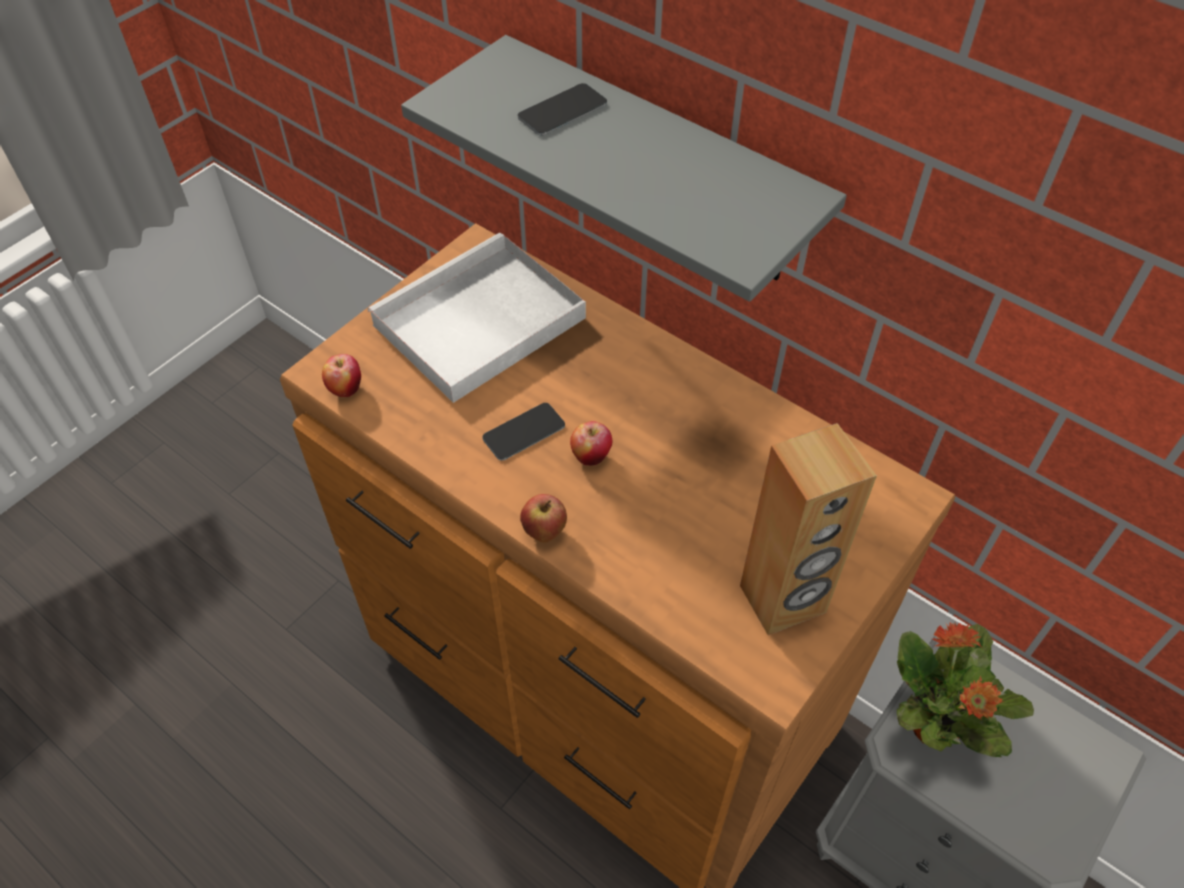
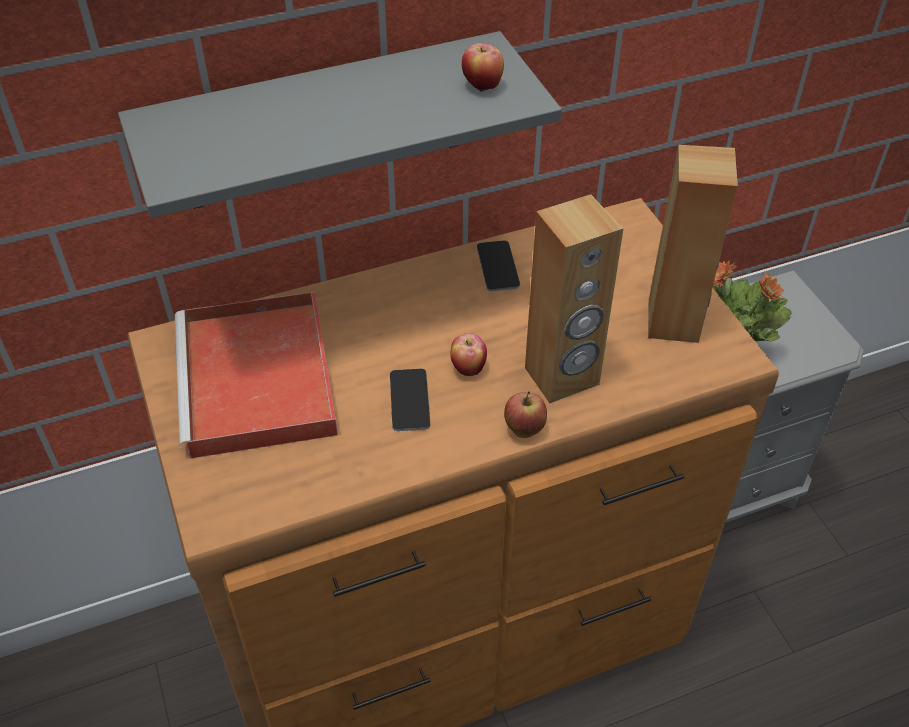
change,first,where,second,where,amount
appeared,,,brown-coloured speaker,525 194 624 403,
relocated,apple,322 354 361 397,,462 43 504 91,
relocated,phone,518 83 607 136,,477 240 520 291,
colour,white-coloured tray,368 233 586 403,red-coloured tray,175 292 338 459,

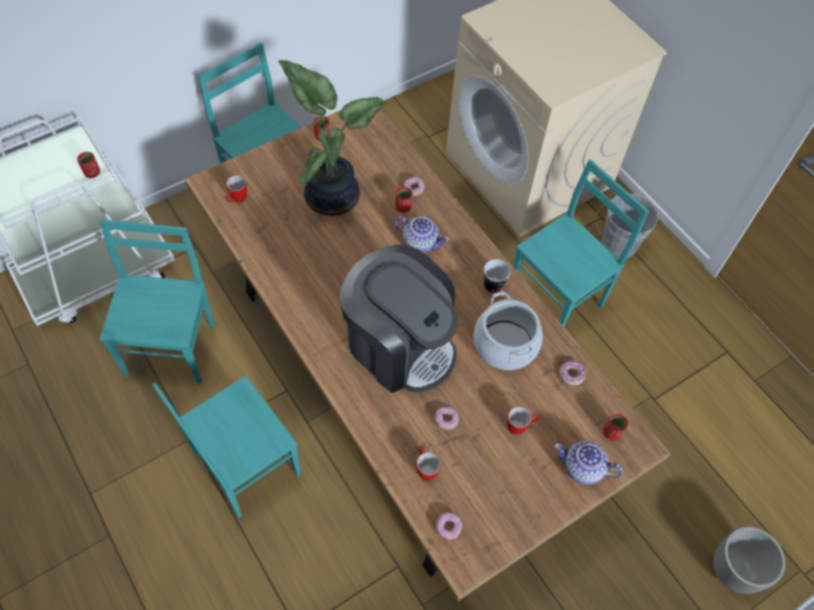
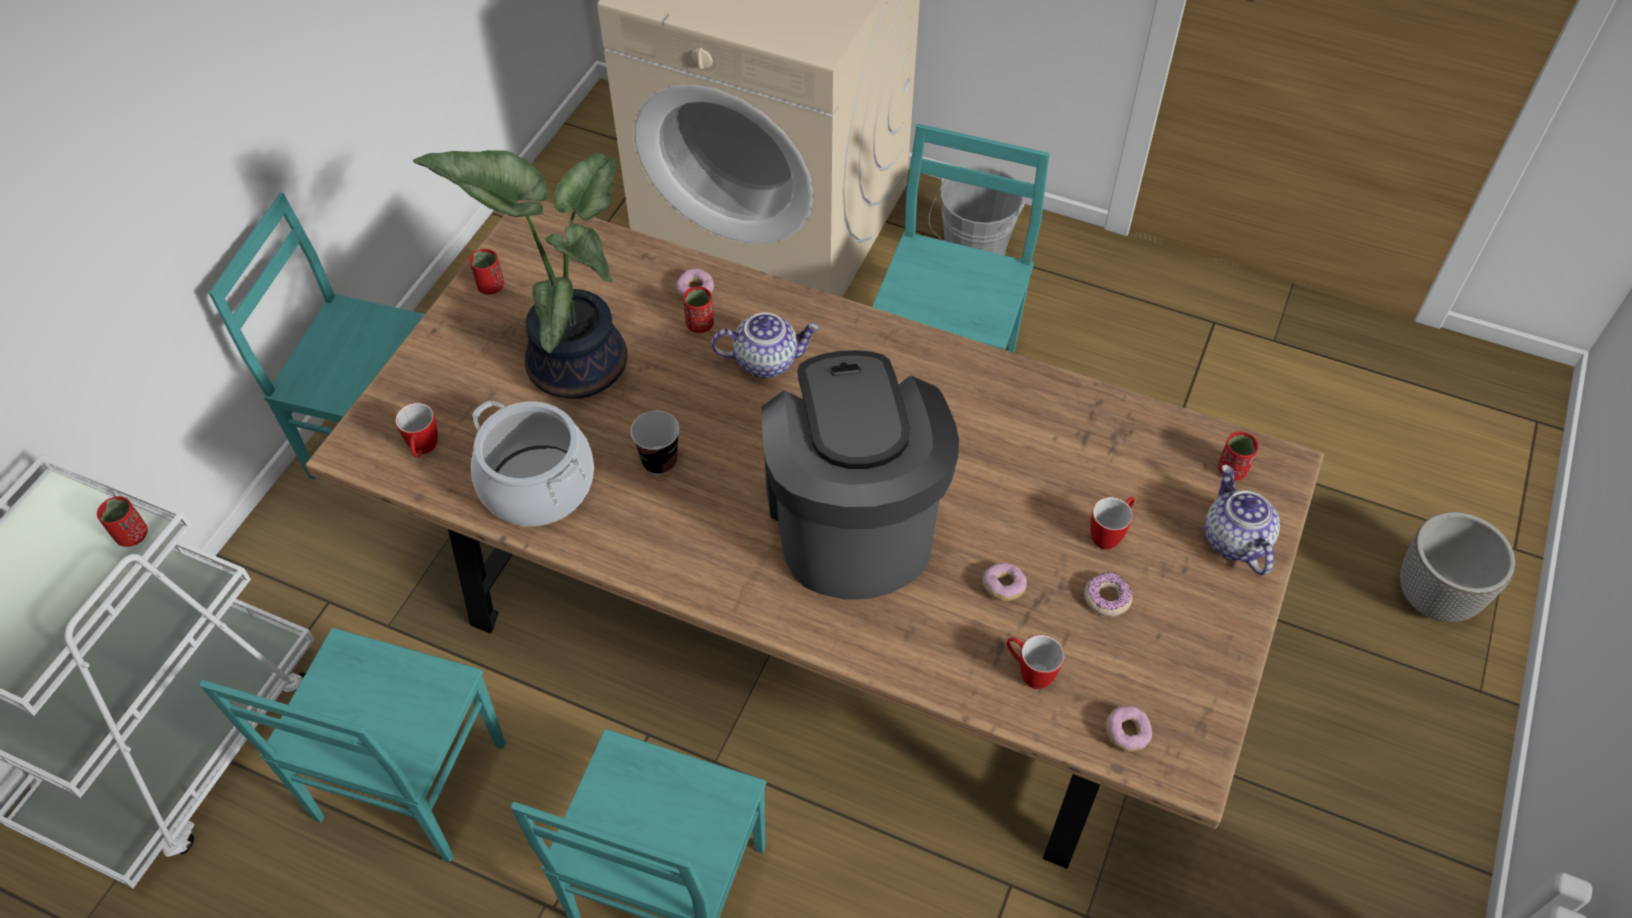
change,first,where,second,where,amount
relocated,saucepot,474 292 543 370,,471 401 594 526,
relocated,small cup,484 259 511 294,,631 411 680 475,
relocated,ring doughnut,559 361 586 385,,1084 572 1133 617,
spun,blue-green upright chair,99 220 215 384,,199 628 506 862,135 degrees counterclockwise
spun,coffee machine,339 244 458 393,,761 350 959 600,105 degrees counterclockwise
spun,tea pot,555 441 623 485,,1204 465 1280 575,90 degrees clockwise

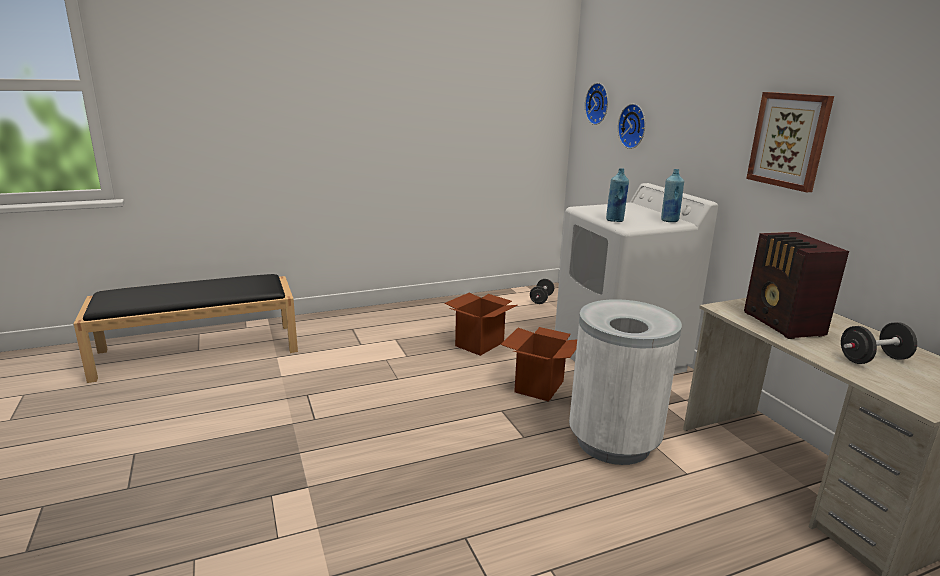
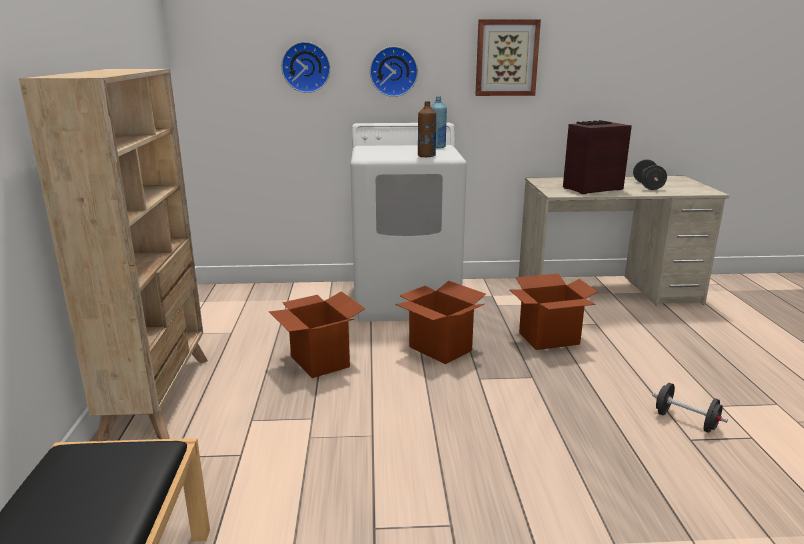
change,first,where,second,where,amount
appeared,,,sand-coloured bookcase,19 69 208 441,
relocated,black dumbbell,530 279 554 304,,652 383 728 433,
relocated,wall clock,585 83 608 125,,370 46 418 97,
exchanged,white-coloured waste bin,569 299 682 465,carton,509 273 598 350,
colour,blue bottle,606 168 629 222,brown-coloured bottle,418 101 436 157,
spun,radio,744 232 849 339,,563 120 632 194,150 degrees clockwise

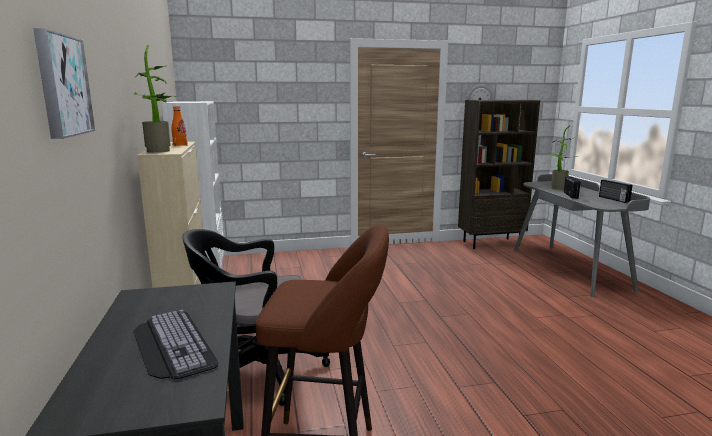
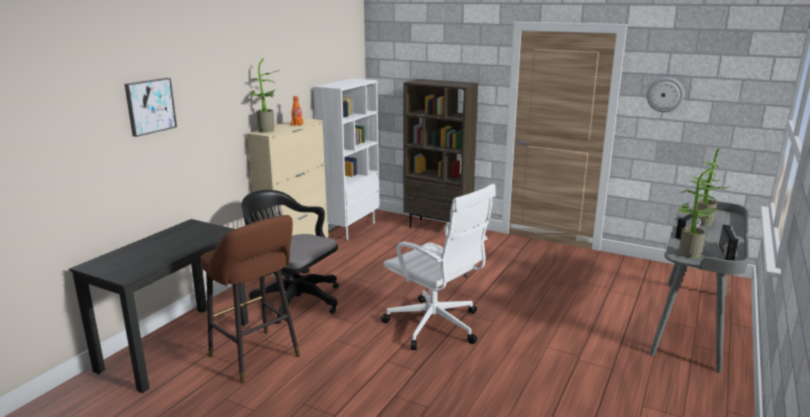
change,first,where,second,where,amount
missing,computer keyboard,133 309 219 380,,,
appeared,,,white-coloured computer chair,381 184 496 350,
appeared,,,plant in a pot,679 168 730 258,
relocated,brown-coloured bookcase,458 100 540 249,,404 79 478 228,

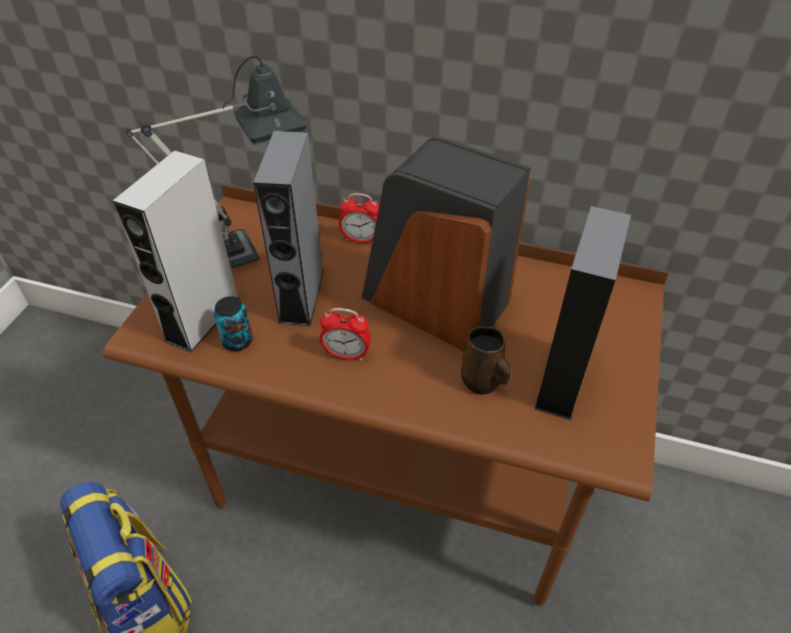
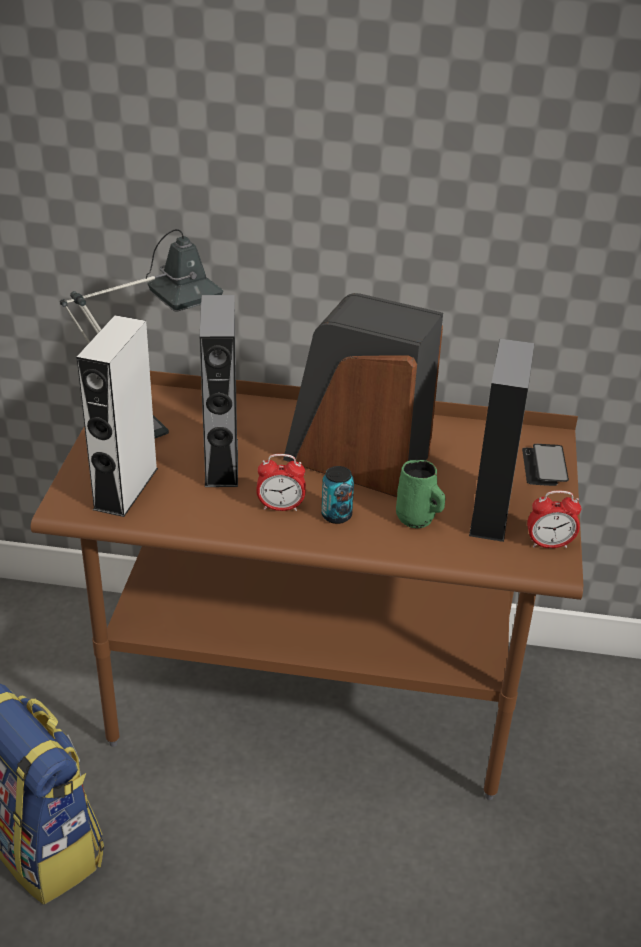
change,first,where,second,where,amount
appeared,,,phone,522 444 569 486,
relocated,metal can,214 296 253 351,,321 466 354 524,
relocated,table clock,339 193 379 243,,527 491 581 548,
colour,brown-coloured coffee mug,461 326 511 395,greenish coffee mug,396 460 445 528,

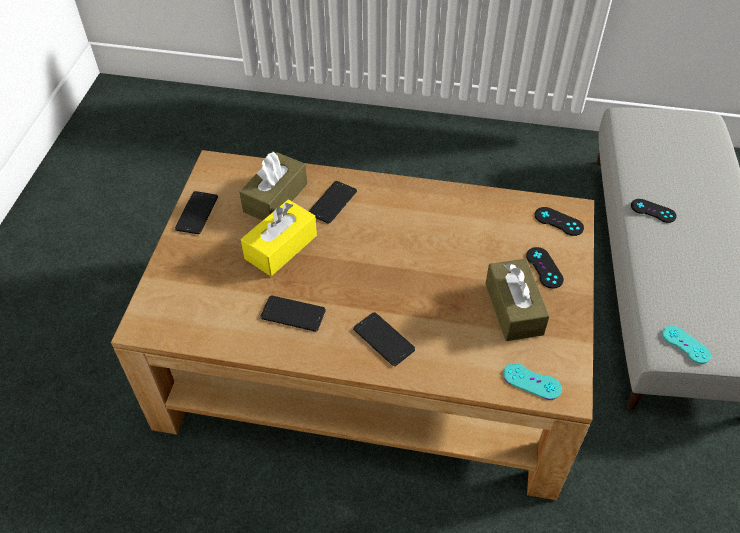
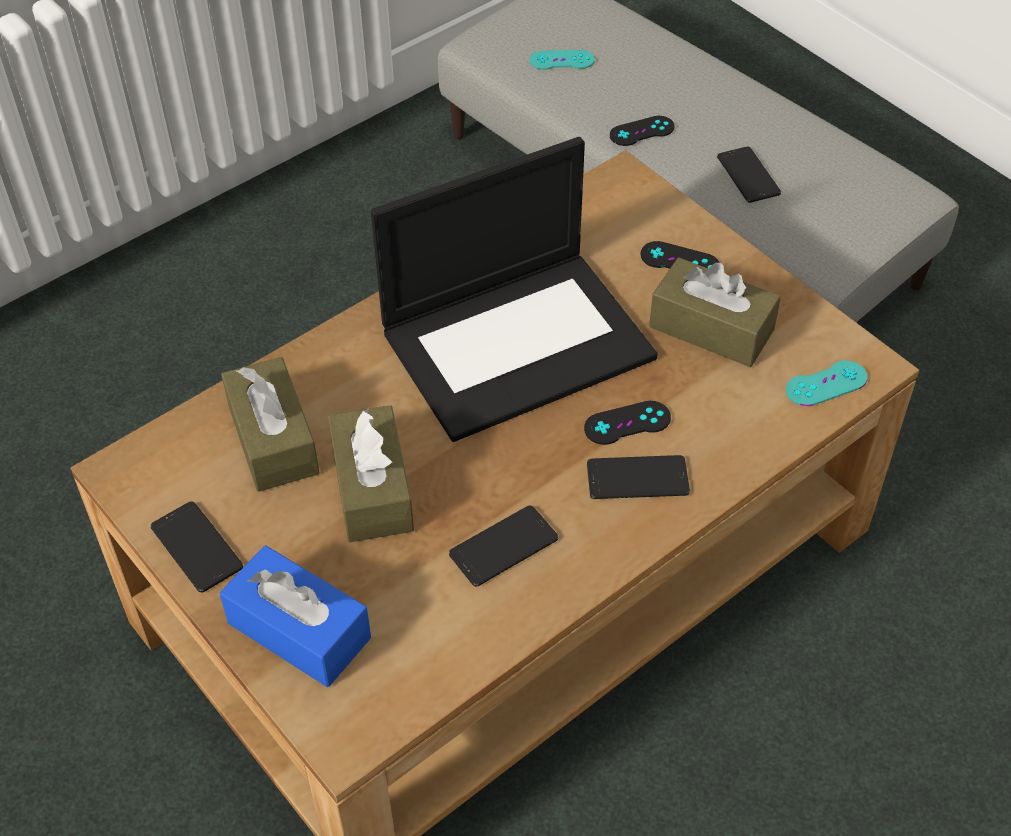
change,first,where,second,where,amount
appeared,,,blue tissue holder,220 545 371 687,
appeared,,,portable computer,371 137 658 442,
relocated,phone,309 181 357 224,,717 146 781 203,
relocated,black game controller,535 207 584 236,,584 401 671 445,
relocated,blue-green game controller,662 326 711 364,,530 50 595 70,
colour,yellow tissue holder,241 200 317 276,brown-coloured tissue holder,328 405 414 542,

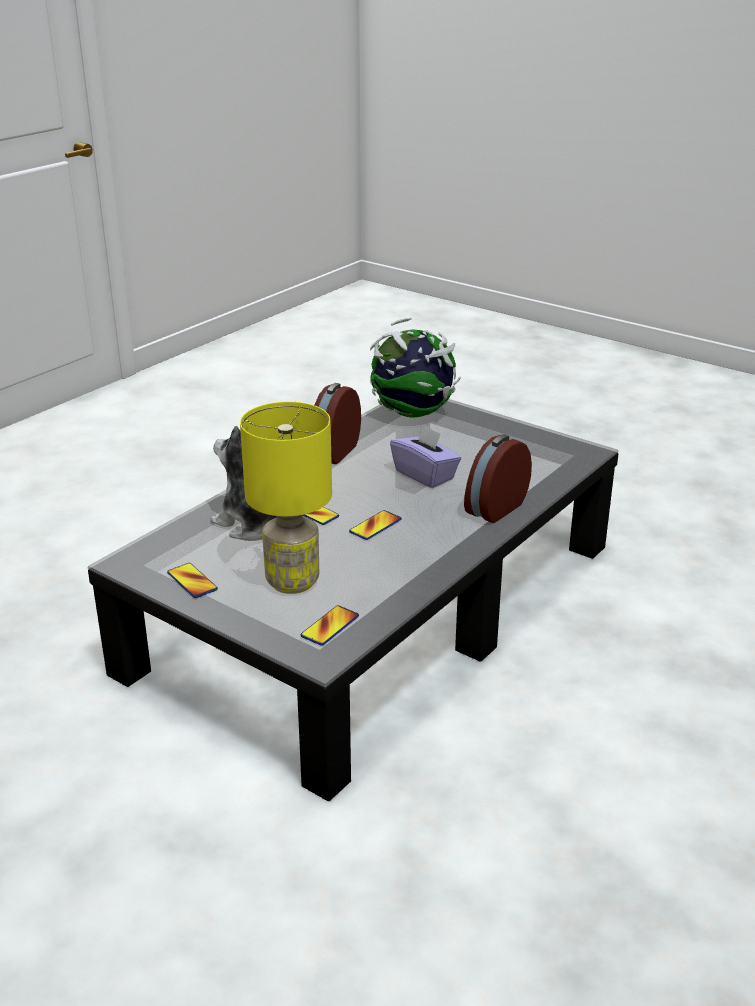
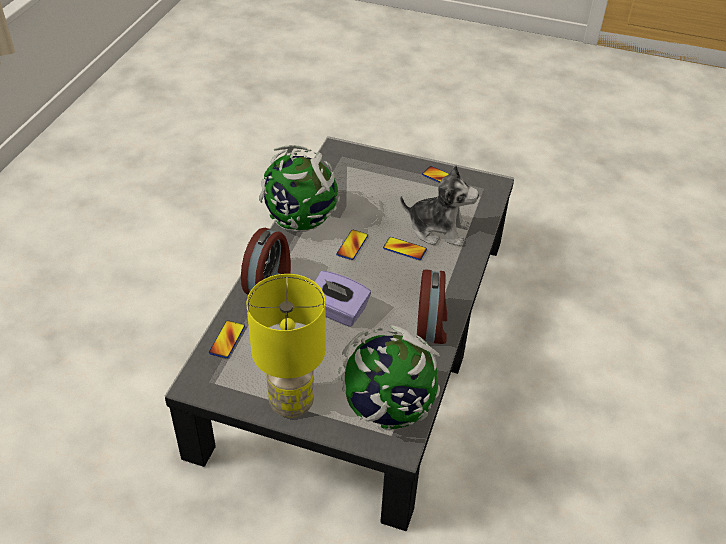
change,first,where,second,where,amount
appeared,,,globe,259 145 340 232,
relocated,yellow tabletop lamp,240 402 332 594,,247 274 326 417,
relocated,phone,301 605 359 646,,209 320 245 358,

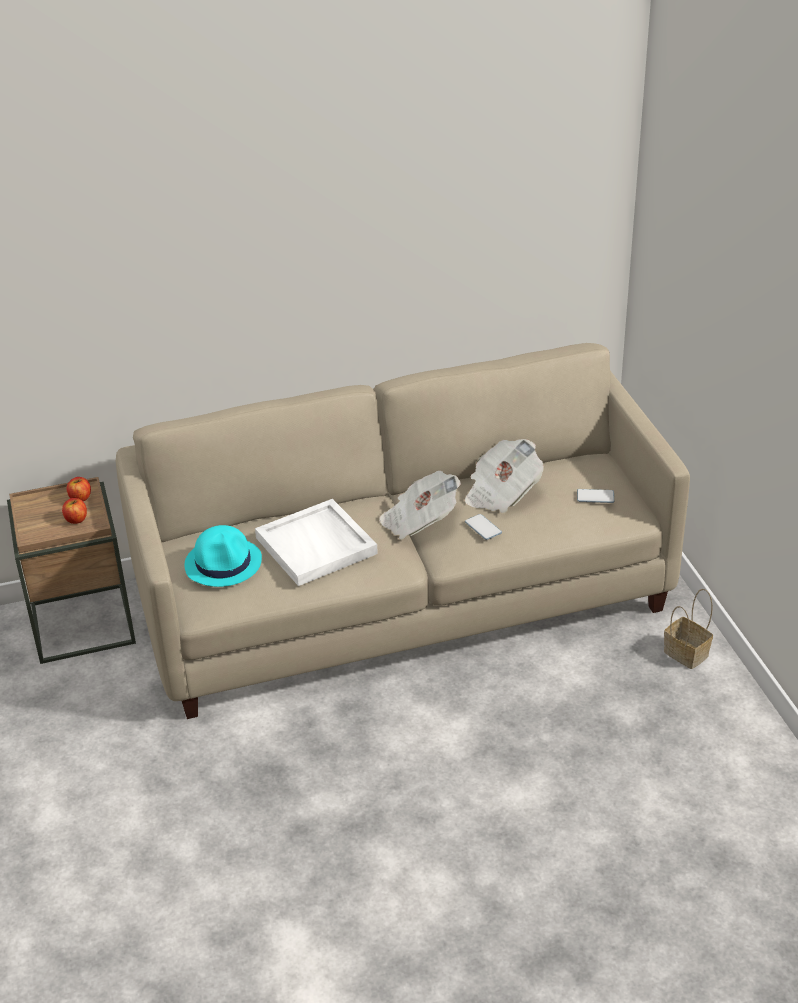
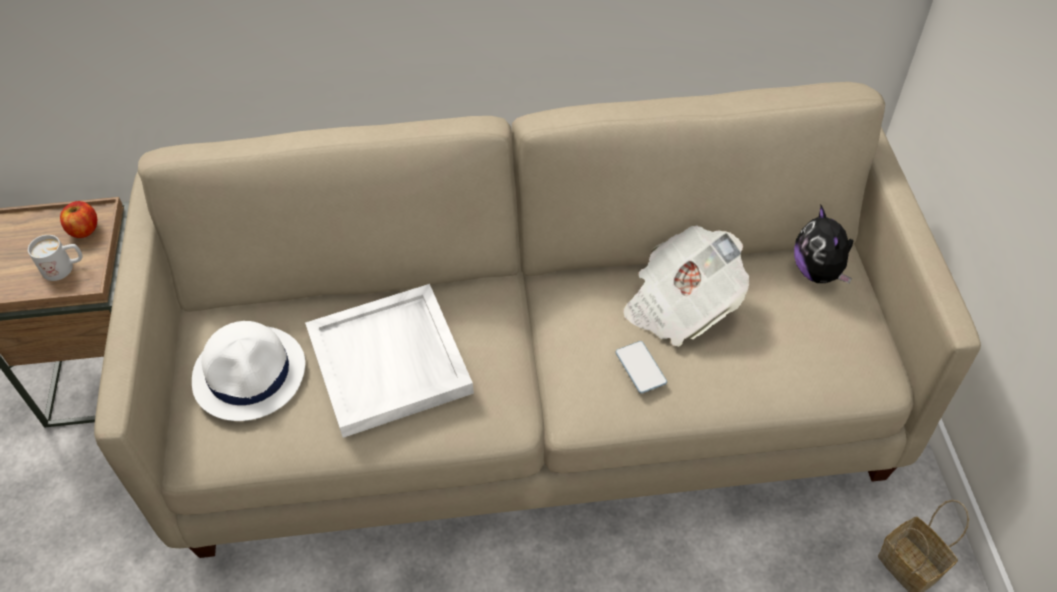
change,first,where,second,where,amount
missing,newspaper,379 471 461 540,,,
missing,phone,577 489 614 503,,,
appeared,,,cuddly toy,794 205 853 283,
exchanged,apple,62 498 87 524,white-coloured coffee mug,28 235 83 281,
colour,blue-green wearable hat,185 525 262 587,white-coloured wearable hat,192 321 305 421,

